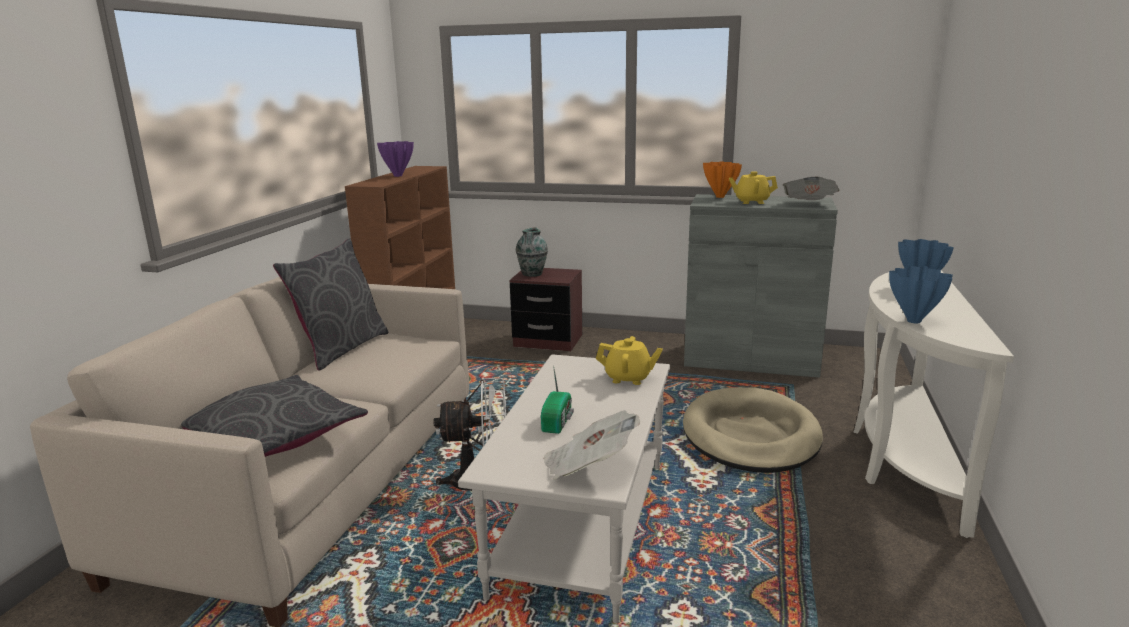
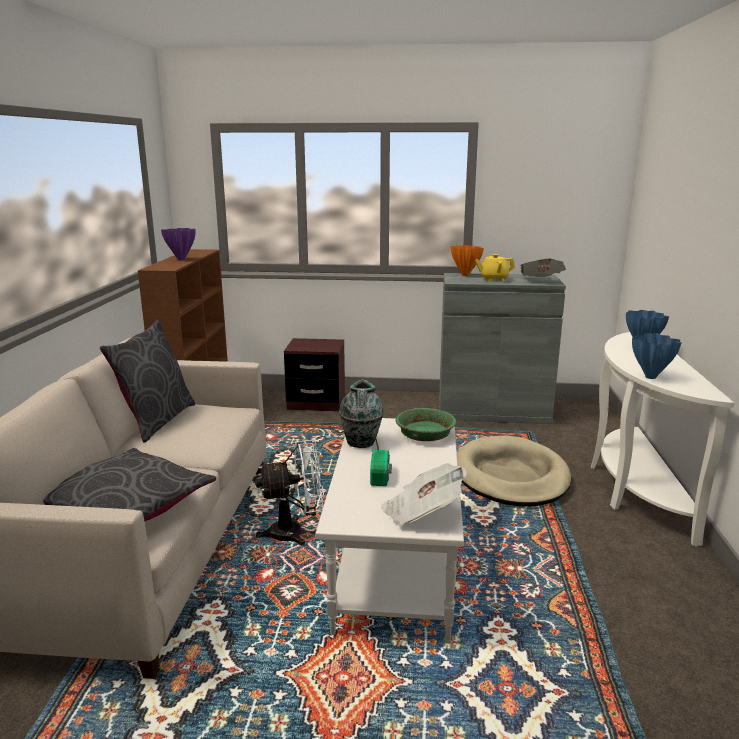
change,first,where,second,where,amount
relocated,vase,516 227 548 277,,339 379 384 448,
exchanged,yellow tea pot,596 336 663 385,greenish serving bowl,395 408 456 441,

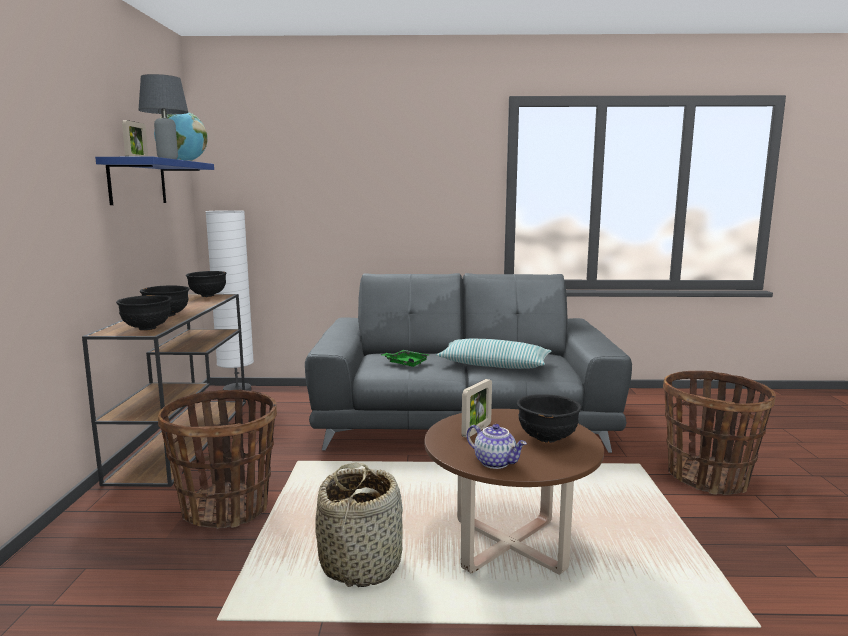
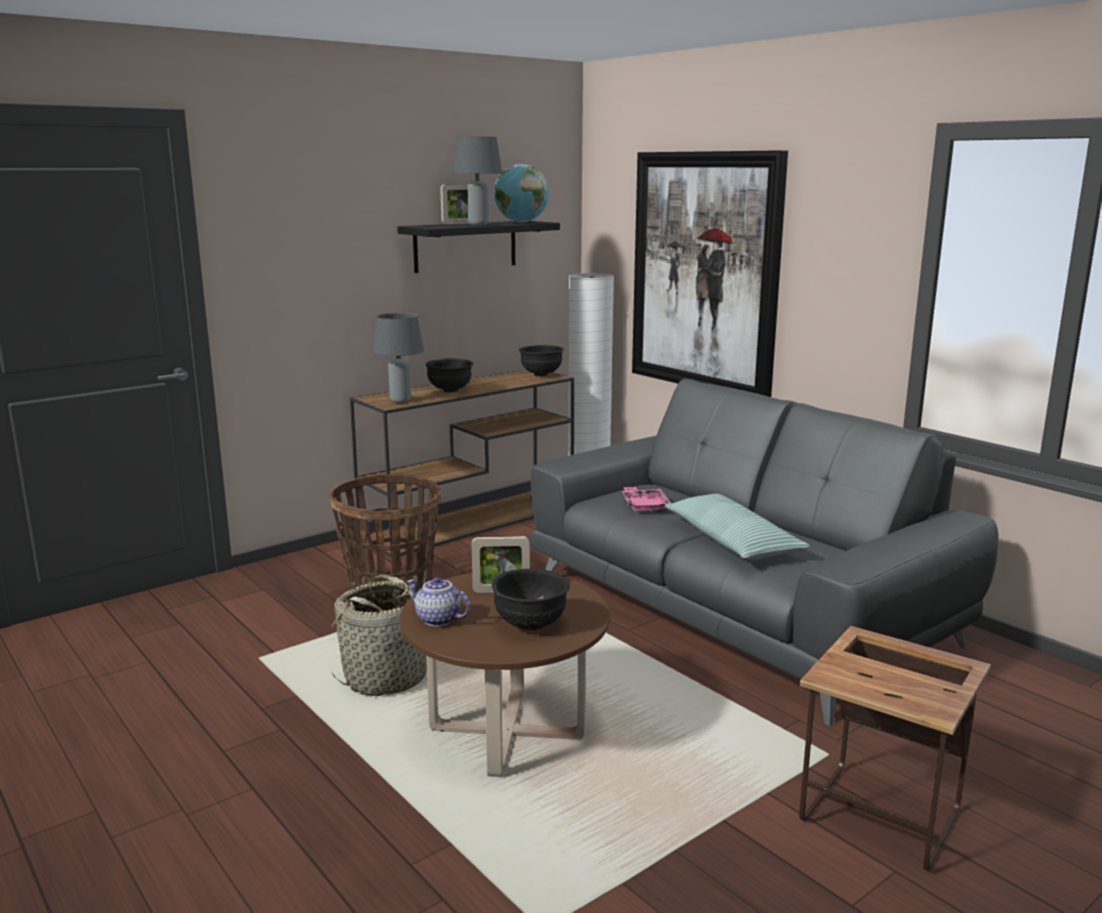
change,first,where,second,where,amount
appeared,,,wall picture,632 150 788 397,
exchanged,black serving bowl,116 295 172 330,grey tabletop lamp,373 313 424 403,
exchanged,household basket,663 371 776 495,end table,799 626 991 871,
colour,blue shelf,95 157 214 205,black shelf,397 221 560 273,
colour,greenish tray,383 350 429 367,pink tray,622 487 671 512,
spun,tea pot,467 424 527 469,,406 577 470 626,120 degrees clockwise

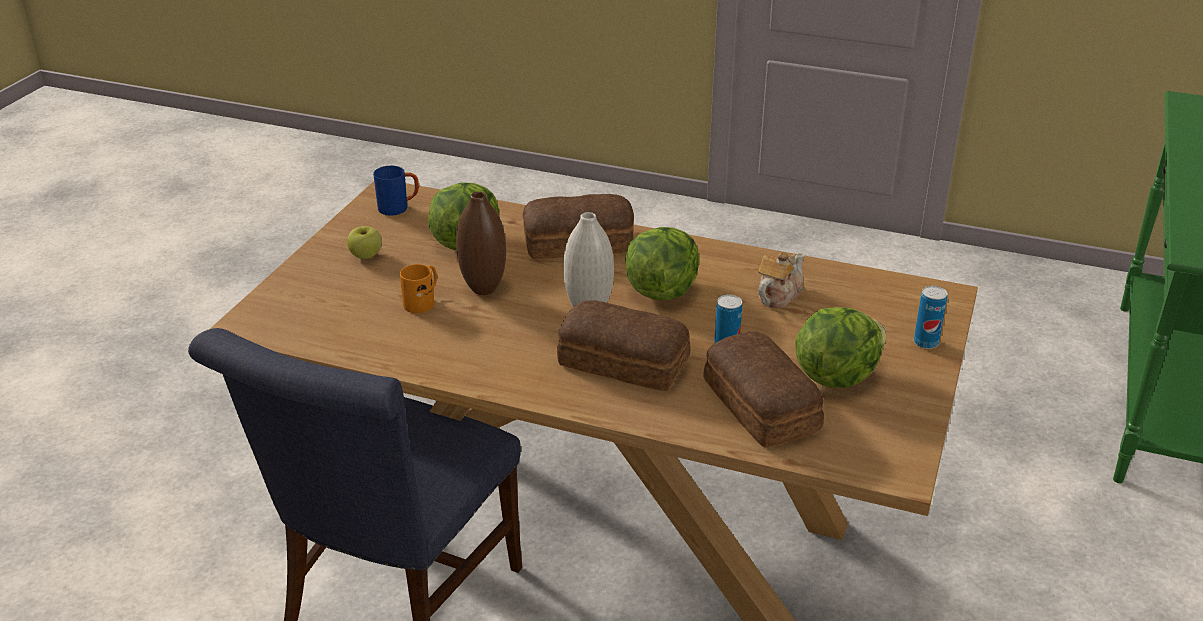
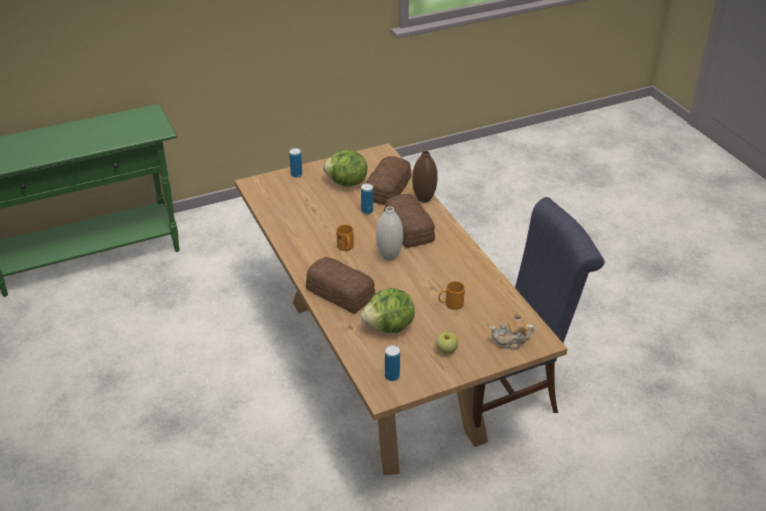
change,first,where,second,where,amount
relocated,brown-coloured vase,456 192 506 295,,412 151 438 203,
relocated,tea pot,758 251 804 308,,490 313 535 350,
exchanged,blue coffee mug,373 166 419 216,metal can,385 345 400 381,
exchanged,lettuce head,625 227 699 300,orange coffee mug,336 224 354 251,

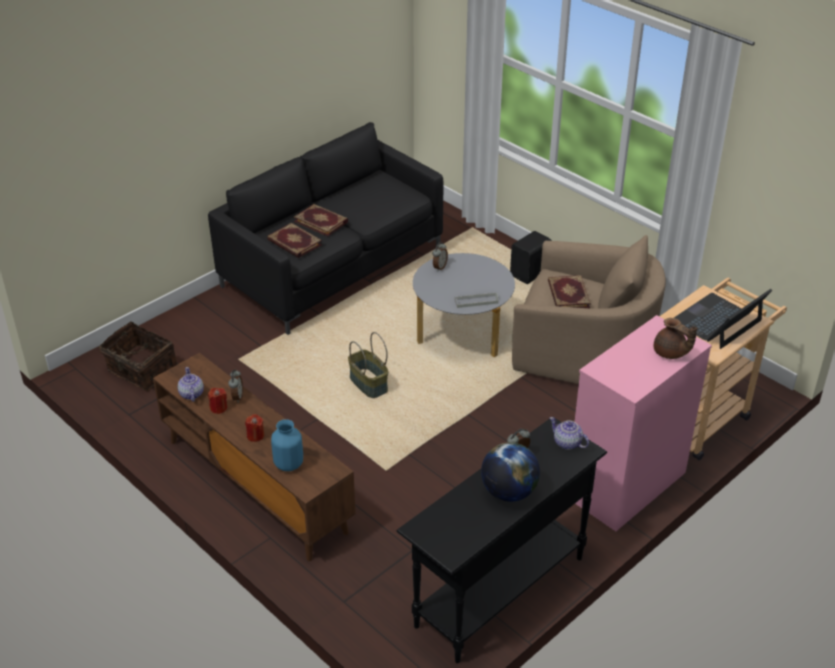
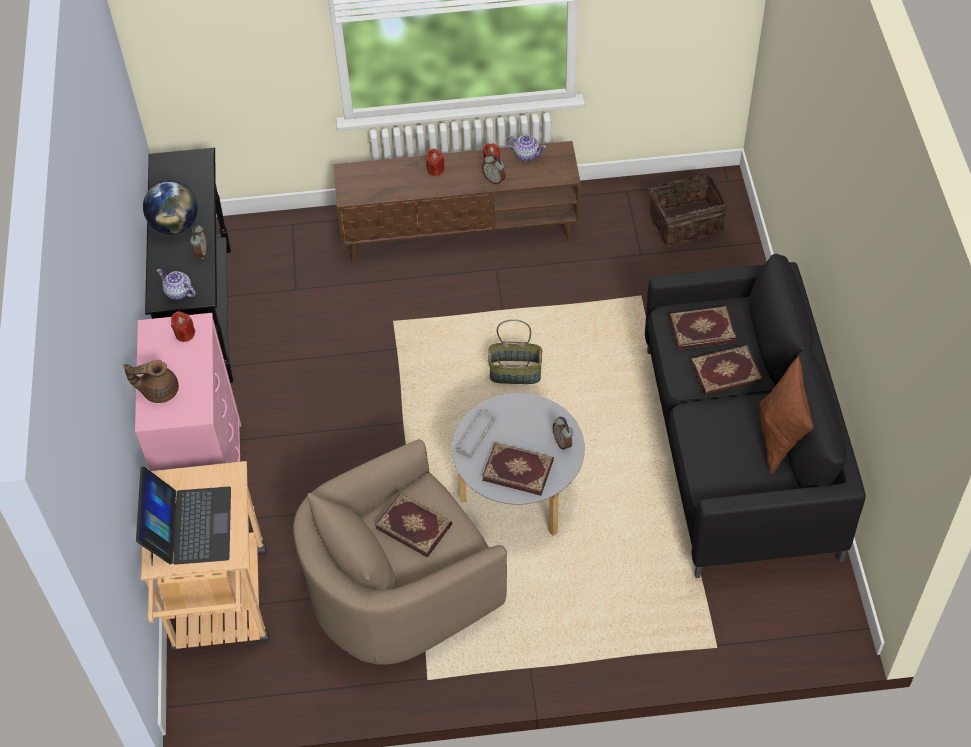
change,first,where,second,where,amount
missing,blue vase,271 419 303 471,,,
missing,black speaker,510 231 552 284,,,
appeared,,,red-coloured candle,171 311 196 342,
appeared,,,volume,482 442 554 496,
appeared,,,brown-coloured cushion,758 356 814 474,
spun,tea pot,550 417 589 450,,157 269 196 300,135 degrees counterclockwise

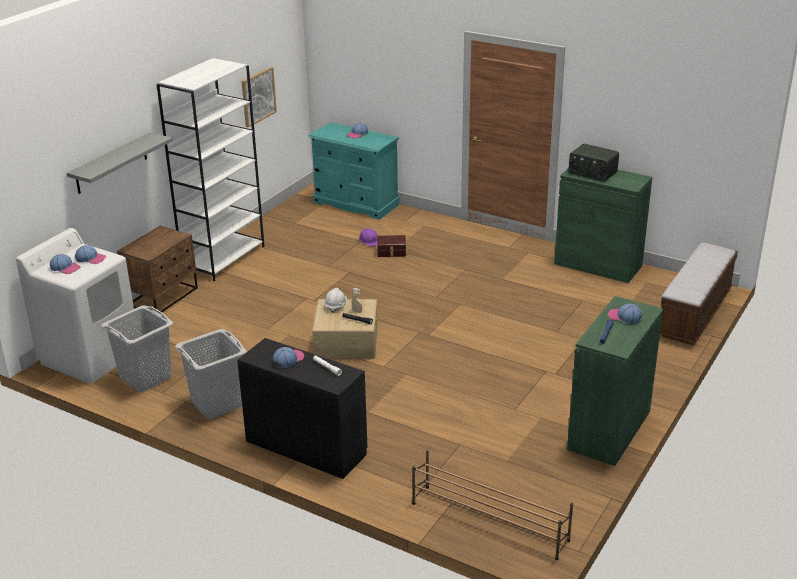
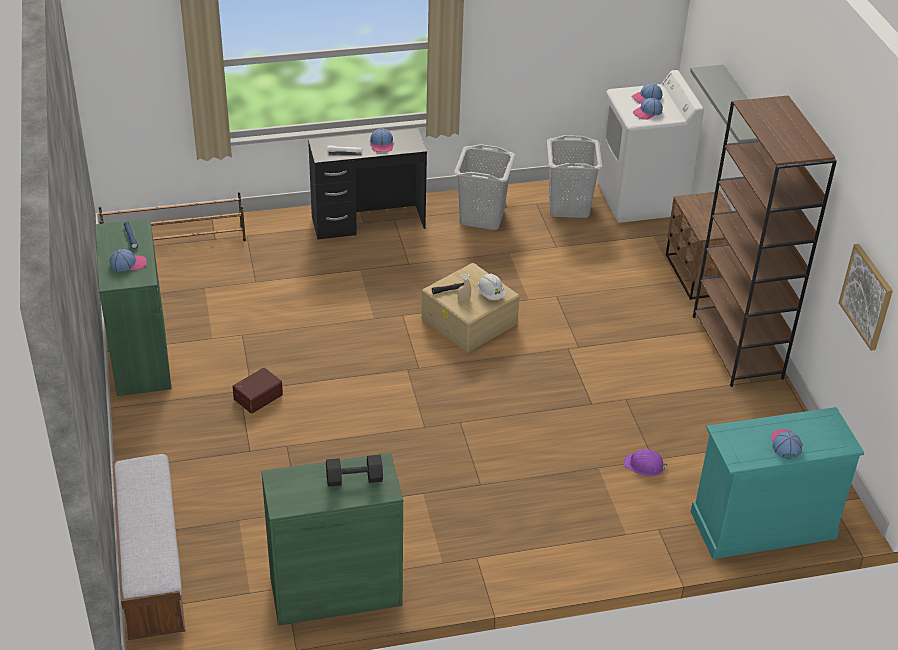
change,first,where,second,where,amount
relocated,brown-coloured storage box,377 235 406 257,,232 367 283 414,
exchanged,radio,569 144 619 182,black dumbbell,326 455 383 487,
colour,white-coloured bookcase,157 58 265 281,brown-coloured bookcase,693 96 837 387,

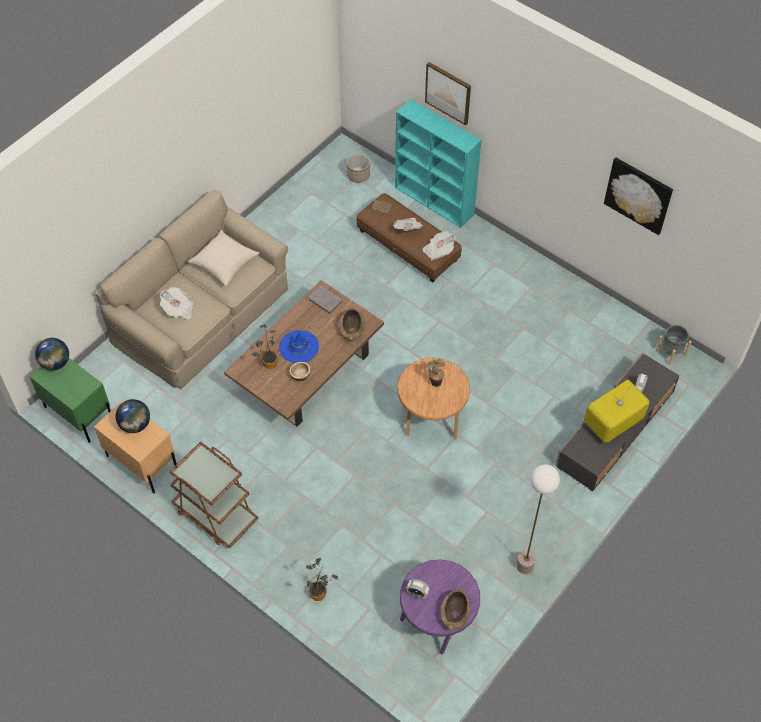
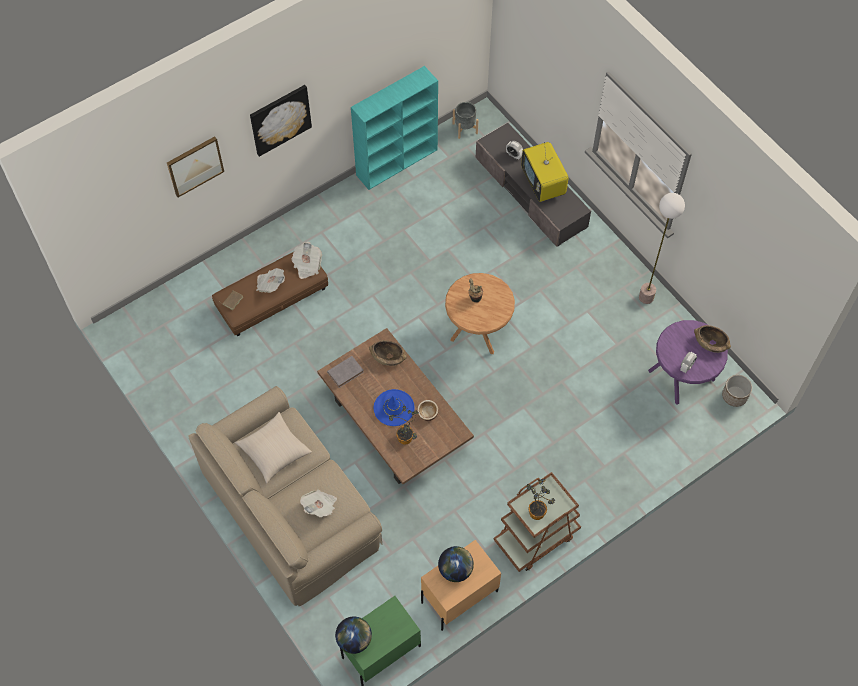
change,first,where,second,where,amount
relocated,plant in a pot,306 558 338 601,,527 479 555 520,
relocated,flower pot,347 154 370 183,,722 375 752 407,
relocated,blue-green bookcase,395 99 481 228,,351 66 438 190,
relocated,wall picture,604 158 673 235,,250 85 312 157,

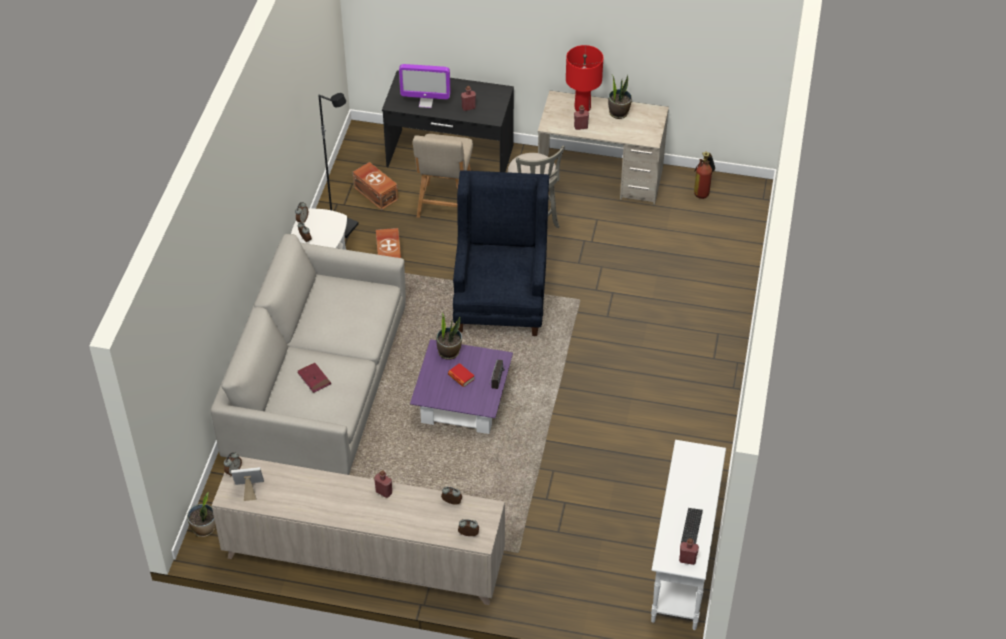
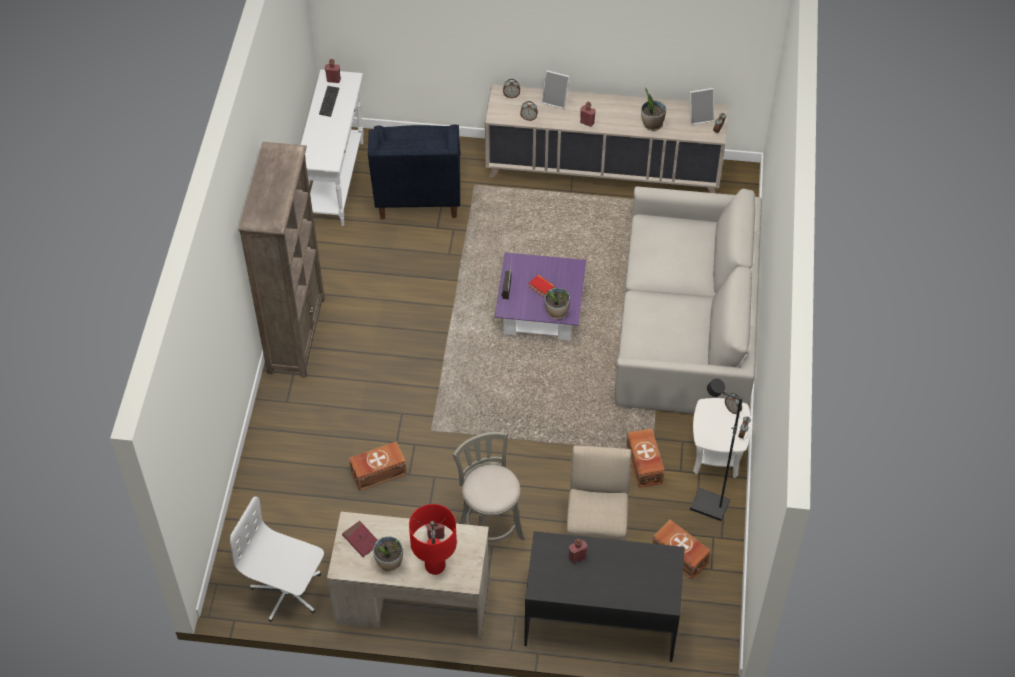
change,first,where,second,where,amount
missing,monitor,399 64 450 108,,,
appeared,,,brown-coloured bookcase,238 142 325 378,
appeared,,,brown-coloured storage box,349 441 407 491,
appeared,,,photo frame,542 70 570 109,
relocated,plant in a pot,187 492 215 537,,641 88 666 131,
relocated,red-coloured volume,298 363 331 393,,342 521 377 557,
relocated,blue easy chair,453 170 549 336,,368 124 461 219,
exchanged,fire extinguisher,694 151 715 199,white-coloured computer chair,230 497 324 622,

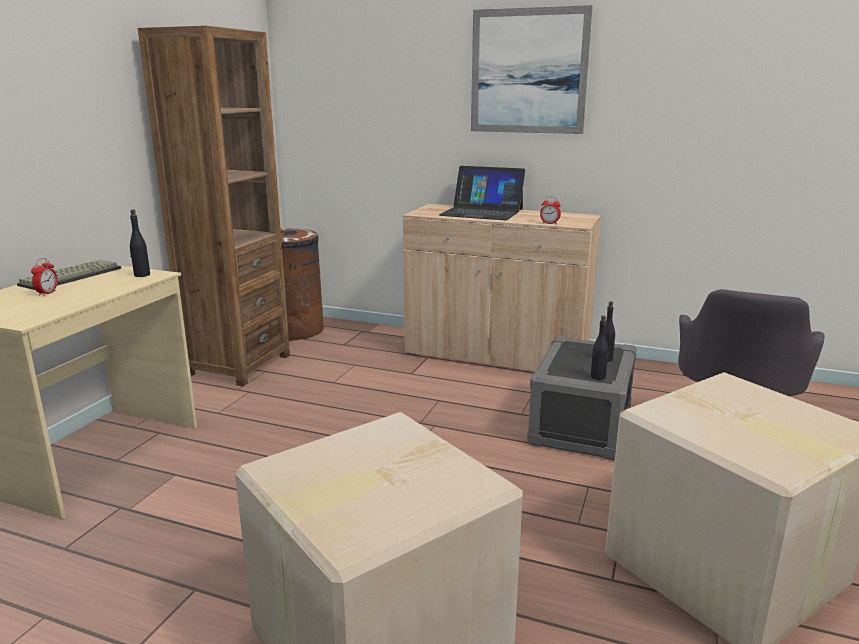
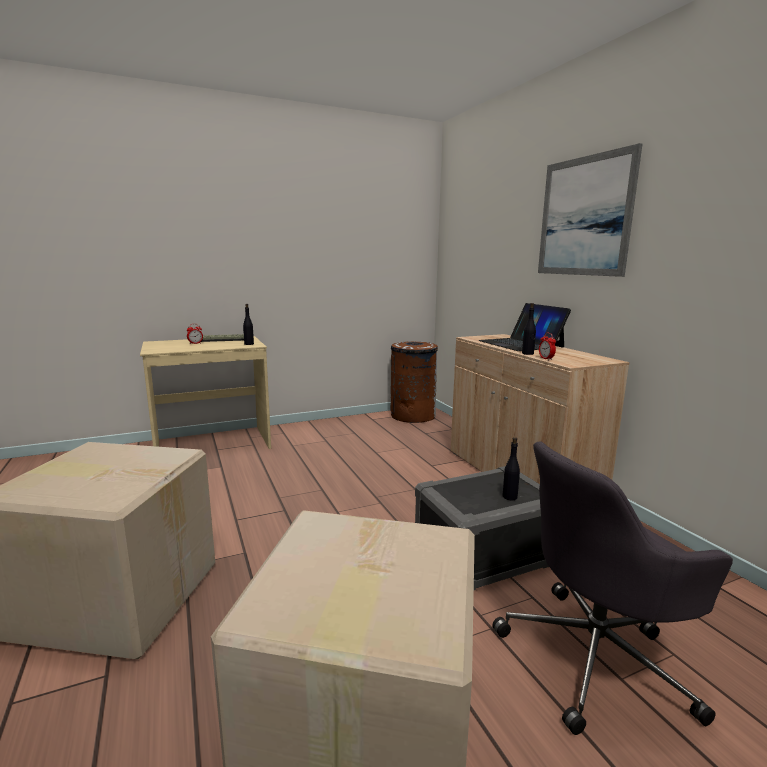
change,first,where,second,where,amount
missing,brown-coloured bookcase,138 26 290 387,,,
relocated,black bottle,591 315 609 380,,522 303 536 355,

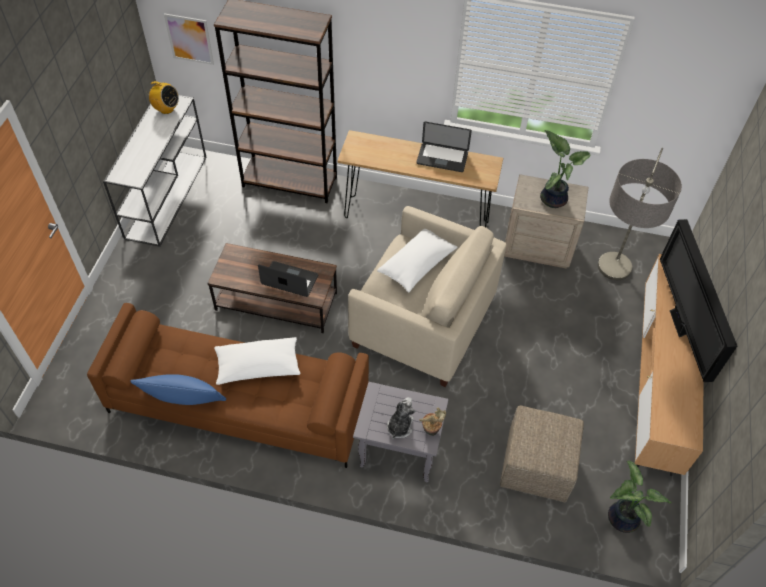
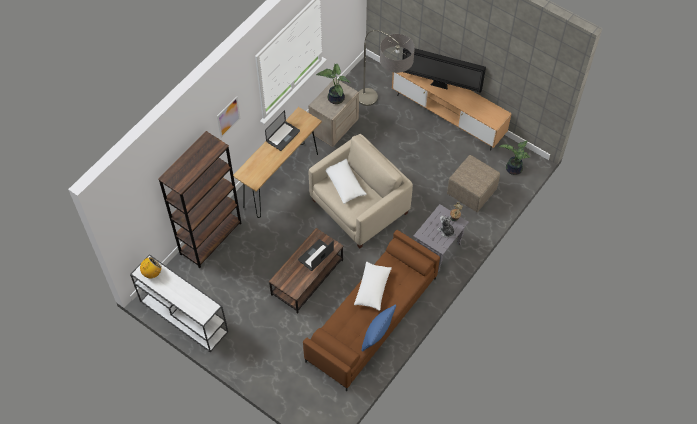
change,first,where,second,where,amount
relocated,wall picture,164 13 214 65,,217 96 241 138,

